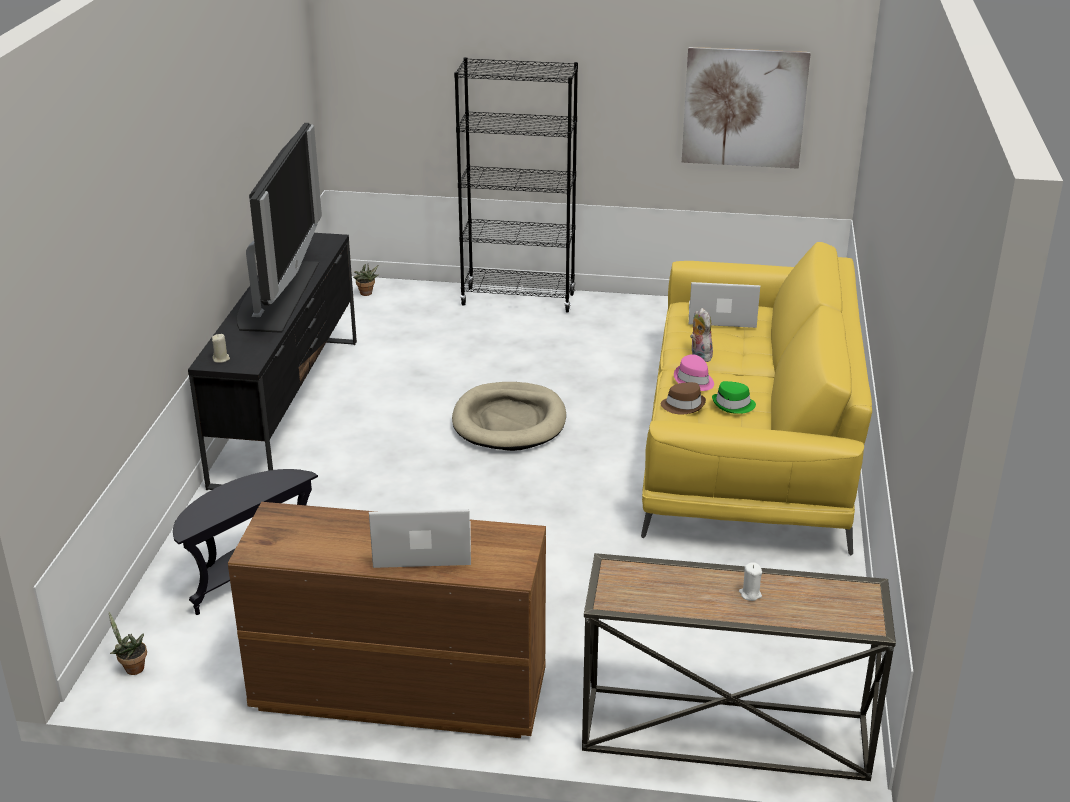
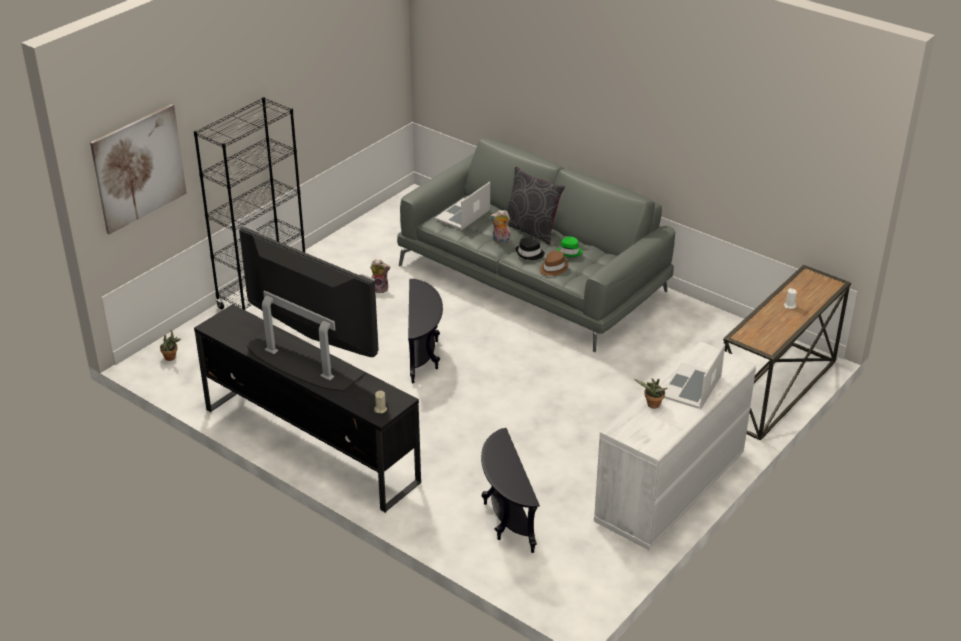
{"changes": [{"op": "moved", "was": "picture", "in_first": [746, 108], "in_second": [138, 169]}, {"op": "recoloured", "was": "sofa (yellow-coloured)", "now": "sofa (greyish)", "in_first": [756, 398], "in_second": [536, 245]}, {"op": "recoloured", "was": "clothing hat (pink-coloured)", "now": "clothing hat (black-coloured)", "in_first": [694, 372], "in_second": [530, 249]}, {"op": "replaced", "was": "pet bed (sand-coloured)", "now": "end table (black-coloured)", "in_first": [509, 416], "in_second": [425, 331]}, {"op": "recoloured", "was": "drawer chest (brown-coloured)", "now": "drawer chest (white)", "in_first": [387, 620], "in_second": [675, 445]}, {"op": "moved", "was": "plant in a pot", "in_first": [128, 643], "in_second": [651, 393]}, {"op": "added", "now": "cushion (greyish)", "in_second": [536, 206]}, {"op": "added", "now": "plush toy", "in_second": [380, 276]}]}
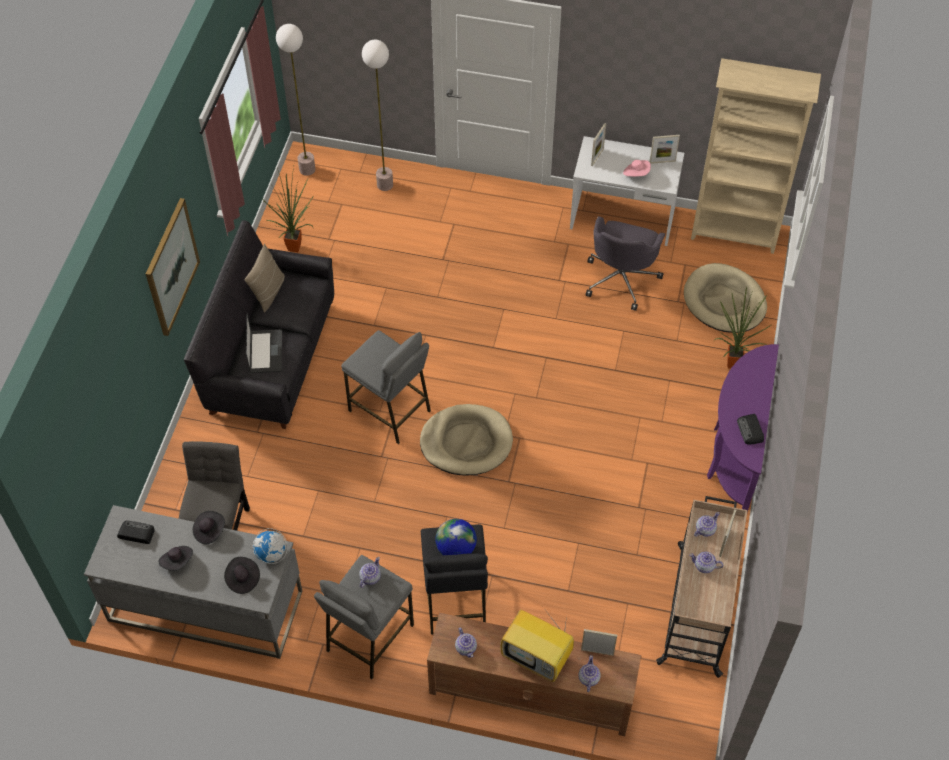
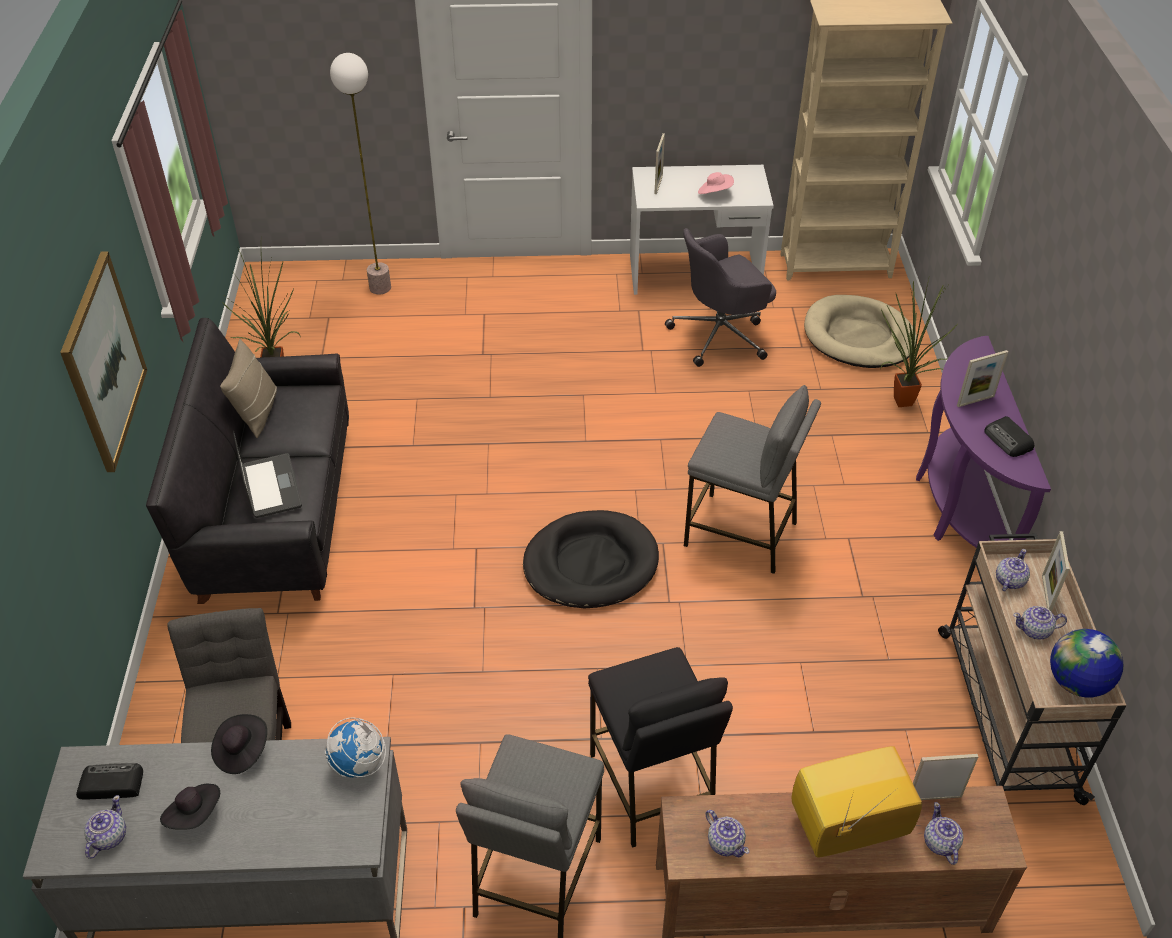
{"changes": [{"op": "removed", "was": "floor lamp", "in_first": [295, 100]}, {"op": "moved", "was": "standing frame", "in_first": [665, 149], "in_second": [982, 378]}, {"op": "turned", "was": "computer chair (greyish)", "in_first": [625, 263], "in_second": [720, 297], "clockwise": 60}, {"op": "moved", "was": "sitting stool (greyish)", "in_first": [386, 387], "in_second": [752, 479]}, {"op": "recoloured", "was": "pet bed (sand-coloured)", "now": "pet bed (black-coloured)", "in_first": [466, 439], "in_second": [591, 559]}, {"op": "moved", "was": "world globe", "in_first": [456, 537], "in_second": [1086, 663]}, {"op": "removed", "was": "clothing hat (black-coloured)", "in_first": [242, 575]}, {"op": "moved", "was": "pot for tea", "in_first": [370, 572], "in_second": [105, 827]}, {"op": "turned", "was": "television", "in_first": [537, 644], "in_second": [857, 802], "clockwise": 150}]}
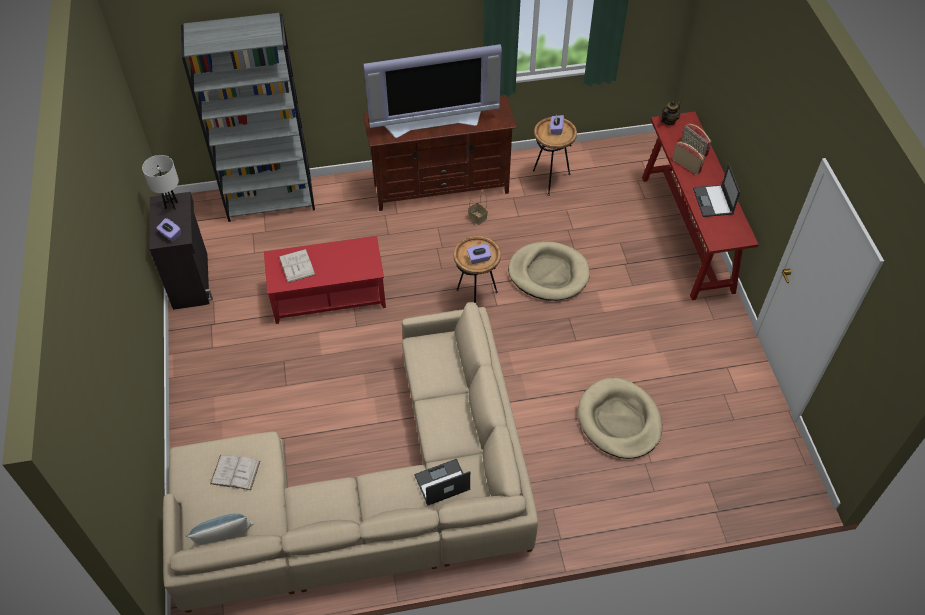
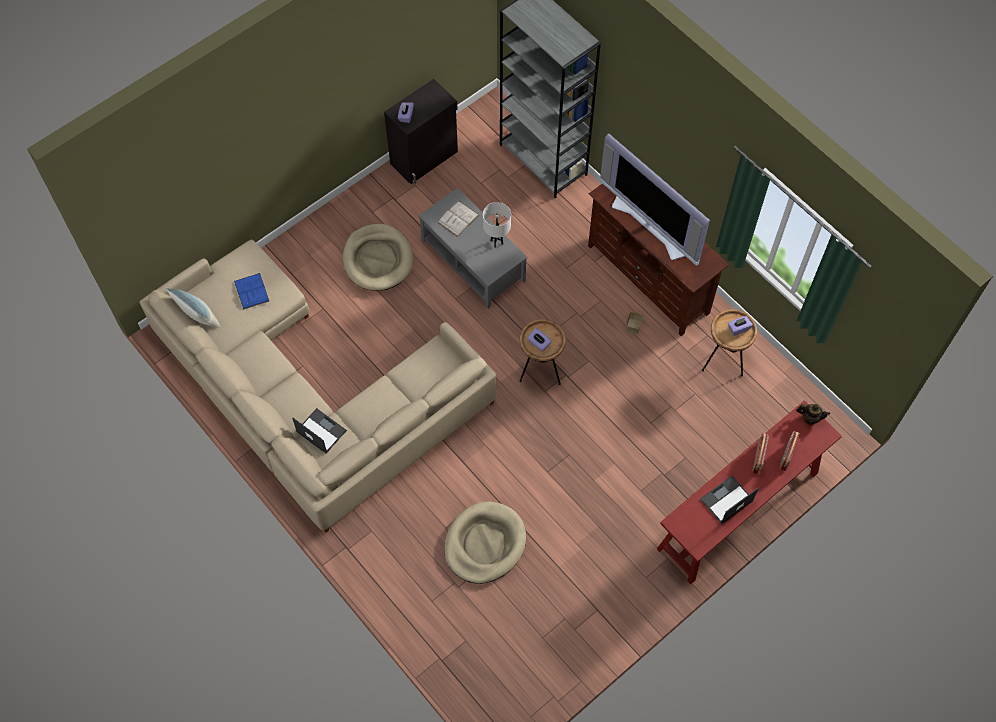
{"changes": [{"op": "moved", "was": "table lamp (white)", "in_first": [160, 182], "in_second": [497, 225]}, {"op": "recoloured", "was": "coffee table (red)", "now": "coffee table (greyish)", "in_first": [325, 280], "in_second": [472, 248]}, {"op": "moved", "was": "pet bed (sand-coloured)", "in_first": [549, 271], "in_second": [378, 257]}, {"op": "recoloured", "was": "bound book (white)", "now": "bound book (blue)", "in_first": [235, 472], "in_second": [251, 291]}]}
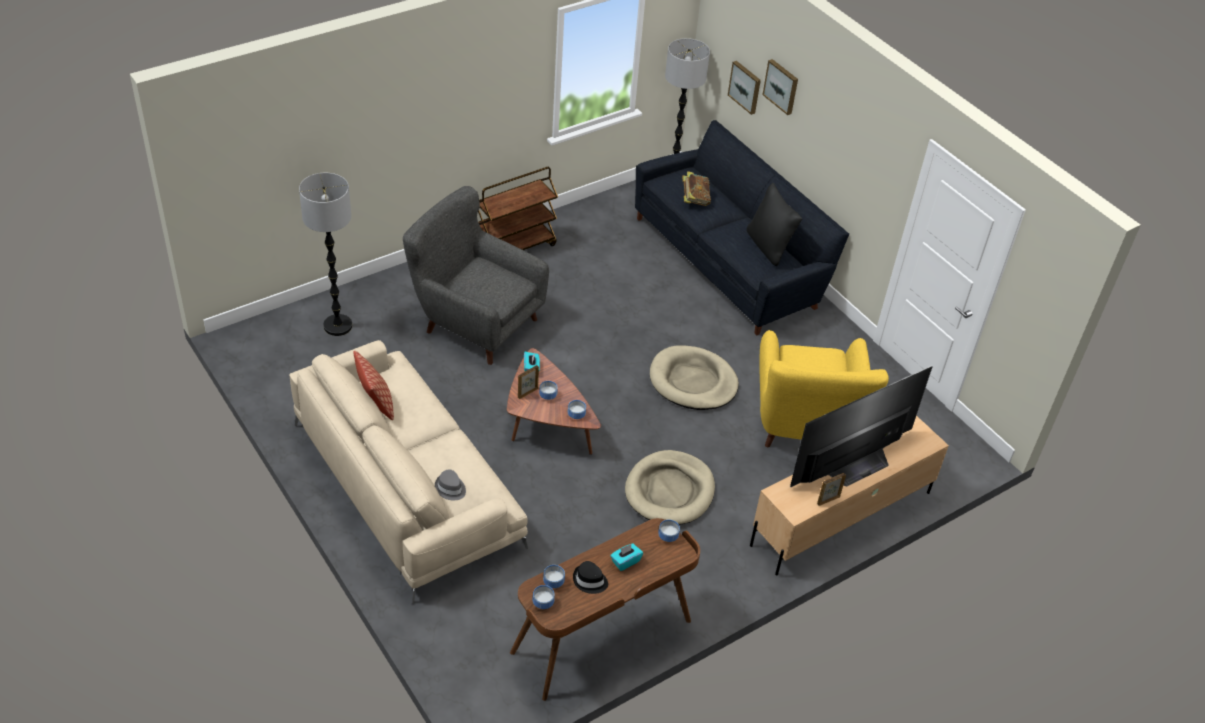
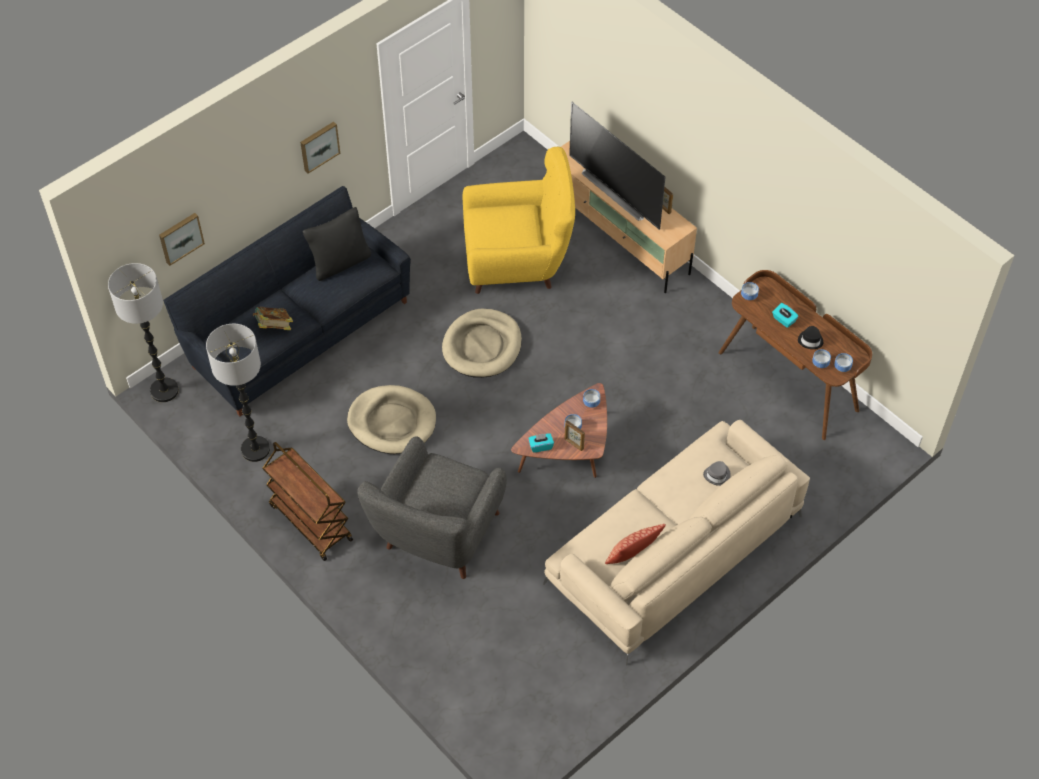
{"changes": [{"op": "moved", "was": "picture", "in_first": [780, 87], "in_second": [320, 148]}, {"op": "moved", "was": "floor lamp", "in_first": [325, 254], "in_second": [238, 393]}, {"op": "moved", "was": "pet bed (sand-coloured)", "in_first": [670, 487], "in_second": [391, 419]}]}
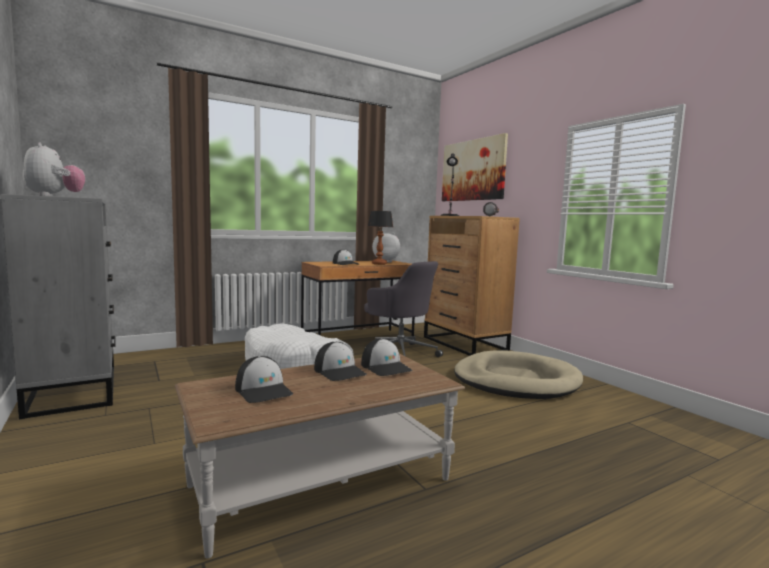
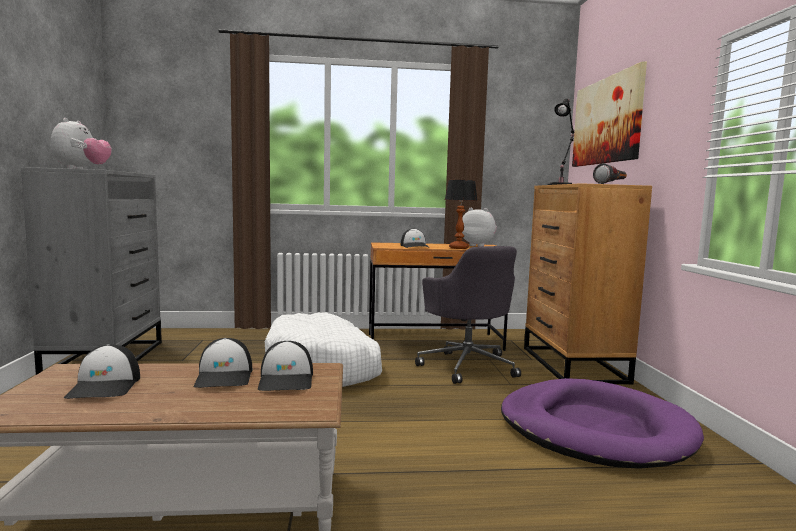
{"changes": [{"op": "recoloured", "was": "pet bed (sand-coloured)", "now": "pet bed (purple)", "in_first": [518, 374], "in_second": [602, 423]}]}
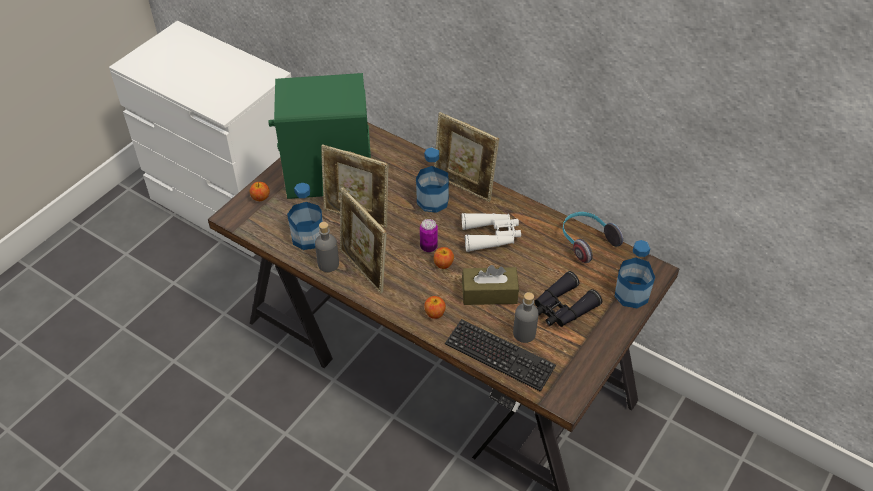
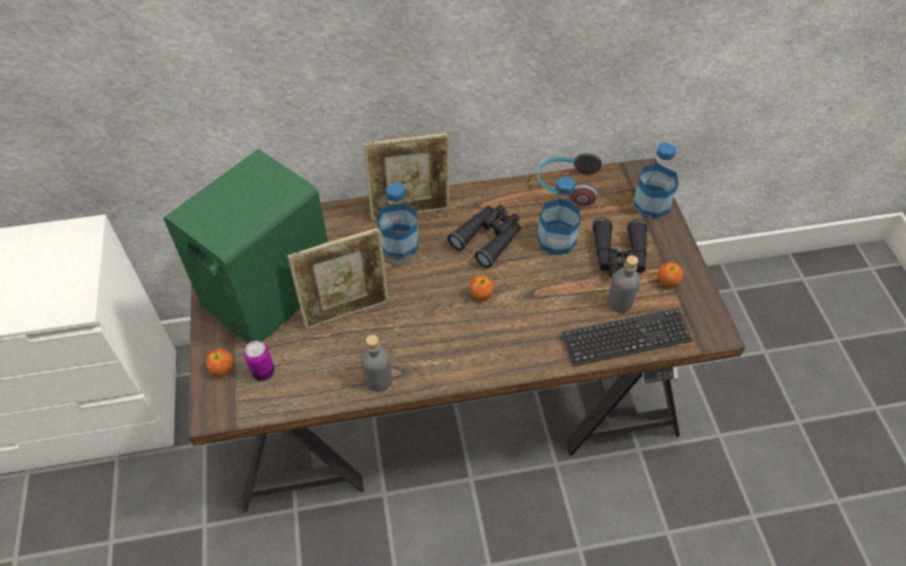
{"changes": [{"op": "moved", "was": "bottle", "in_first": [305, 216], "in_second": [559, 216]}, {"op": "removed", "was": "standing frame", "in_first": [363, 240]}, {"op": "recoloured", "was": "pair of binoculars (white)", "now": "pair of binoculars (black-coloured)", "in_first": [491, 232], "in_second": [484, 236]}, {"op": "moved", "was": "metal can", "in_first": [429, 235], "in_second": [259, 361]}, {"op": "removed", "was": "tissue box (brown-coloured)", "in_first": [490, 285]}, {"op": "moved", "was": "whole apple", "in_first": [435, 307], "in_second": [670, 275]}]}
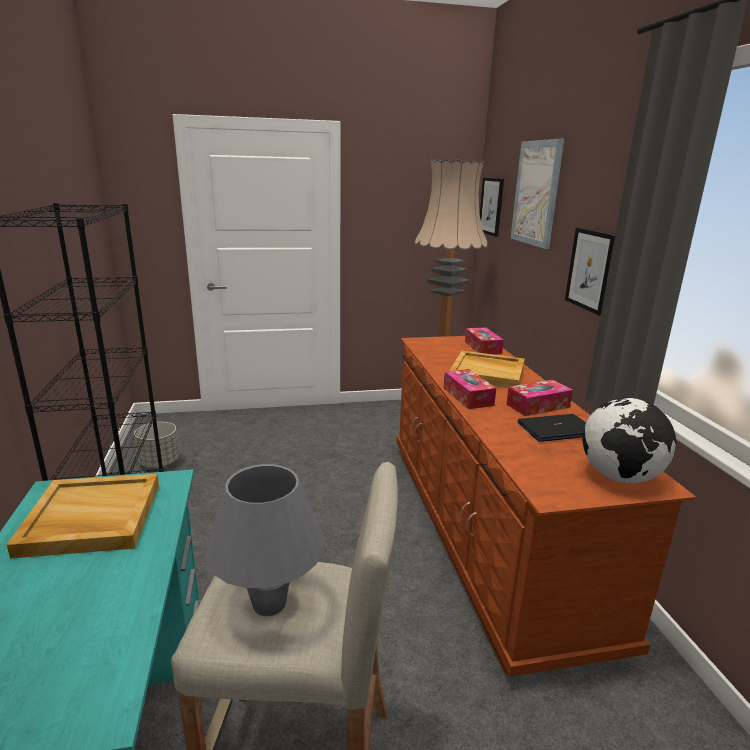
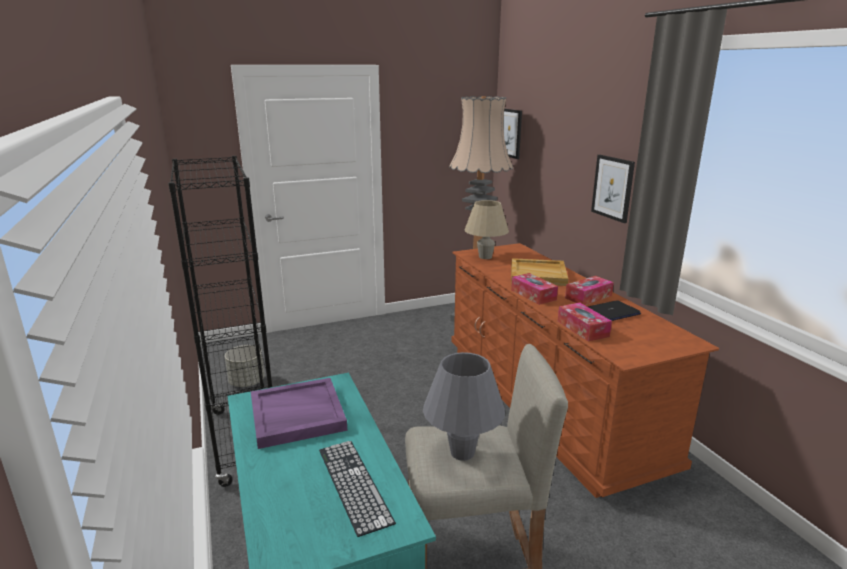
{"changes": [{"op": "removed", "was": "picture", "in_first": [537, 194]}, {"op": "moved", "was": "tissue box", "in_first": [484, 341], "in_second": [585, 322]}, {"op": "removed", "was": "world globe", "in_first": [629, 440]}, {"op": "recoloured", "was": "tray (sand-coloured)", "now": "tray (purple)", "in_first": [83, 516], "in_second": [299, 413]}, {"op": "added", "now": "table lamp (sand-coloured)", "in_second": [487, 229]}, {"op": "added", "now": "computer keyboard", "in_second": [357, 489]}]}
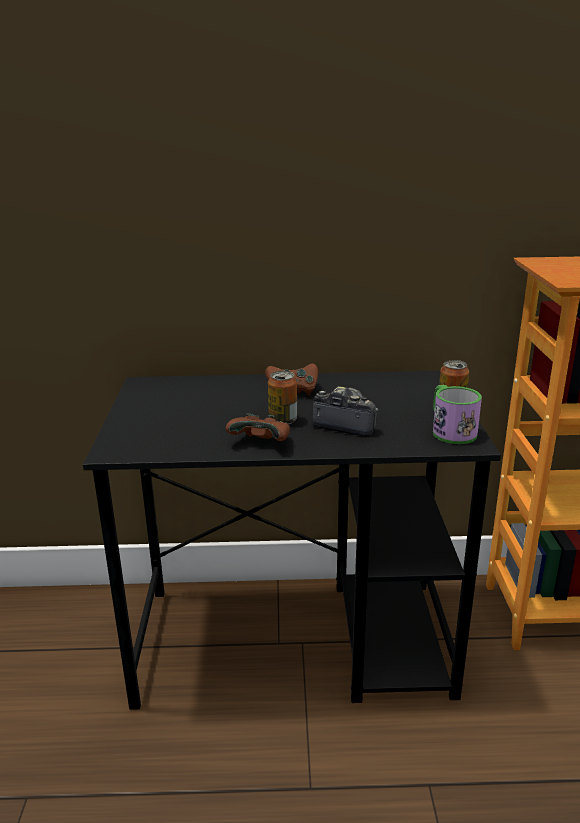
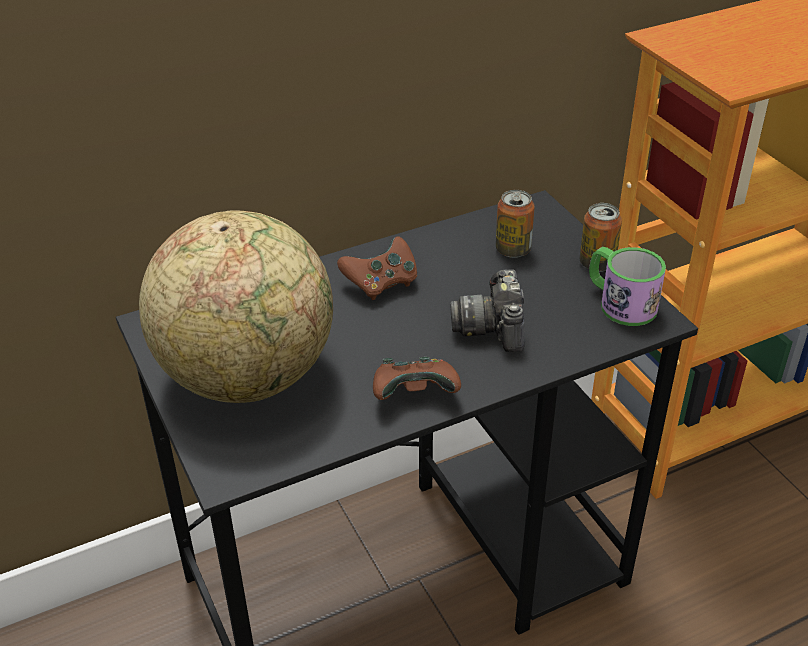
{"changes": [{"op": "moved", "was": "metal can", "in_first": [282, 398], "in_second": [515, 224]}, {"op": "turned", "was": "still camera", "in_first": [345, 411], "in_second": [487, 310], "clockwise": -90}, {"op": "added", "now": "world globe", "in_second": [236, 306]}]}
